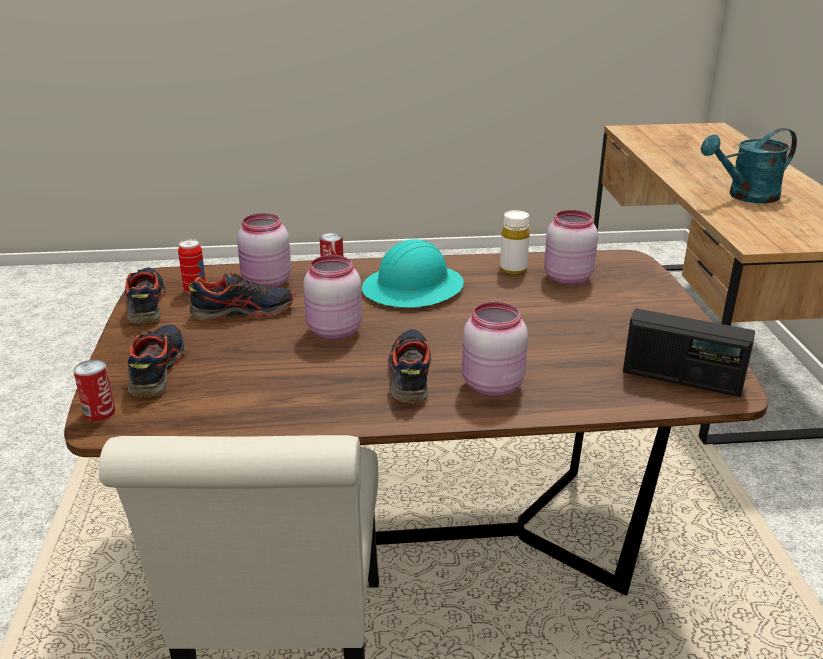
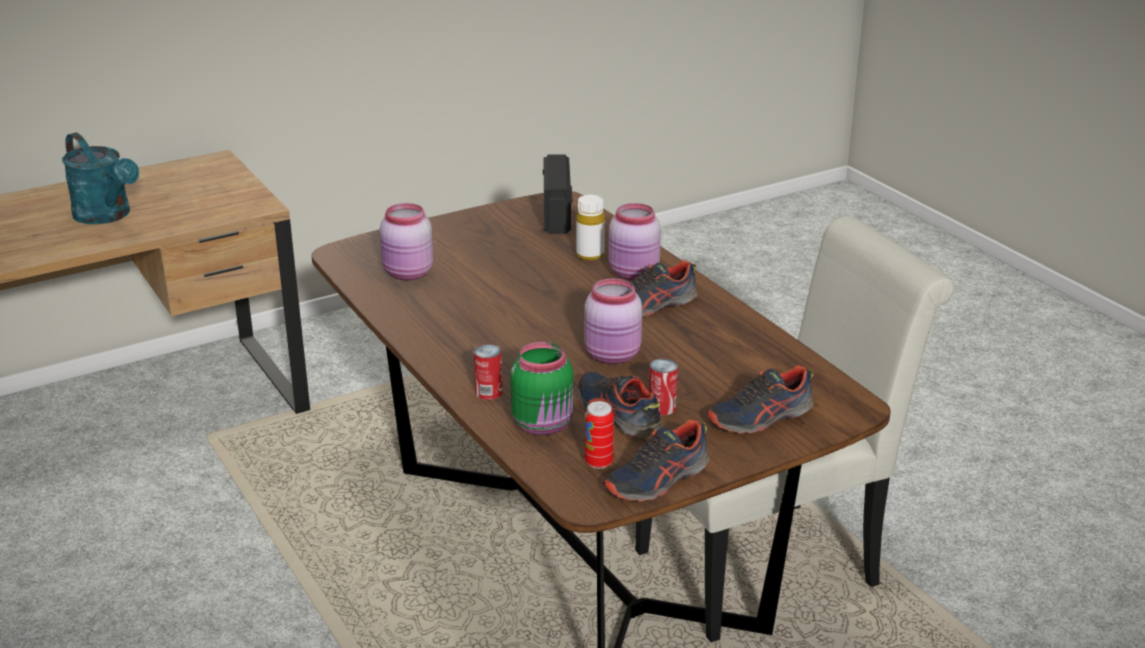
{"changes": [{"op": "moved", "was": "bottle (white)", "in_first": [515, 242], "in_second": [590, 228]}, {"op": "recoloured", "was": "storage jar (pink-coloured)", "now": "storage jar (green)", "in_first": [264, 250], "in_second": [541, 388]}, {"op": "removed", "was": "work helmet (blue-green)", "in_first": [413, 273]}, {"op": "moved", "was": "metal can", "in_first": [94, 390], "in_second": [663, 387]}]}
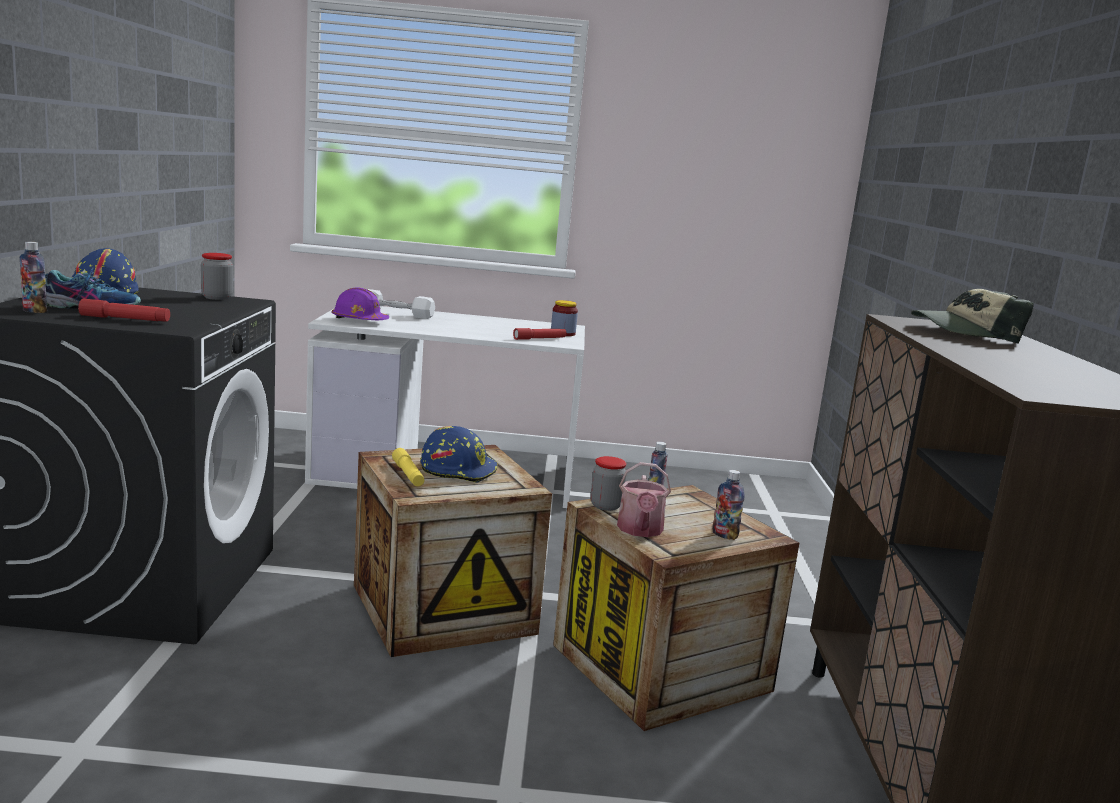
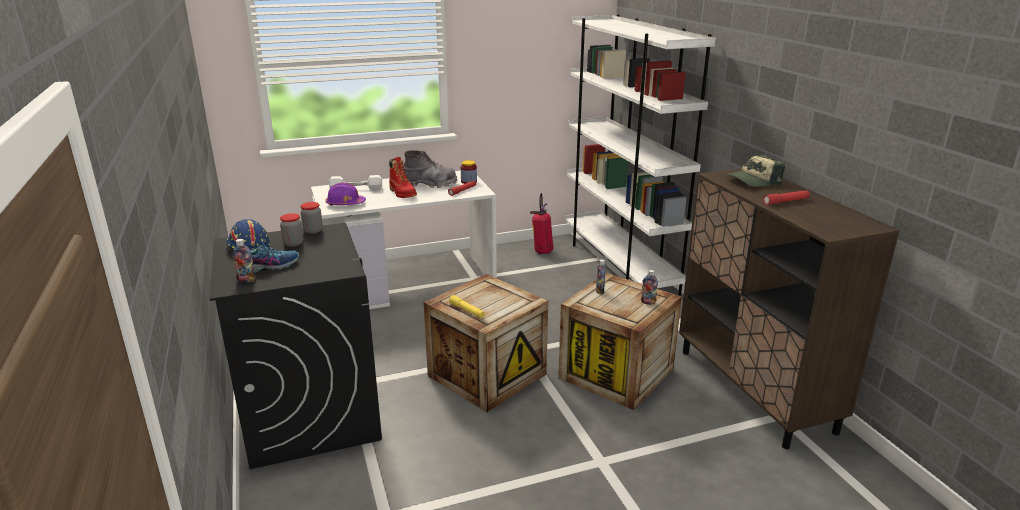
{"changes": [{"op": "moved", "was": "hand torch (red)", "in_first": [124, 310], "in_second": [786, 198]}, {"op": "removed", "was": "work helmet (blue)", "in_first": [459, 454]}, {"op": "moved", "was": "storage jar", "in_first": [609, 483], "in_second": [291, 230]}, {"op": "removed", "was": "watering pot", "in_first": [644, 499]}, {"op": "added", "now": "bookshelf (white)", "in_second": [640, 155]}, {"op": "added", "now": "boot (greyish)", "in_second": [430, 169]}, {"op": "added", "now": "boot (red)", "in_second": [403, 177]}, {"op": "added", "now": "fire extinguisher", "in_second": [542, 223]}]}
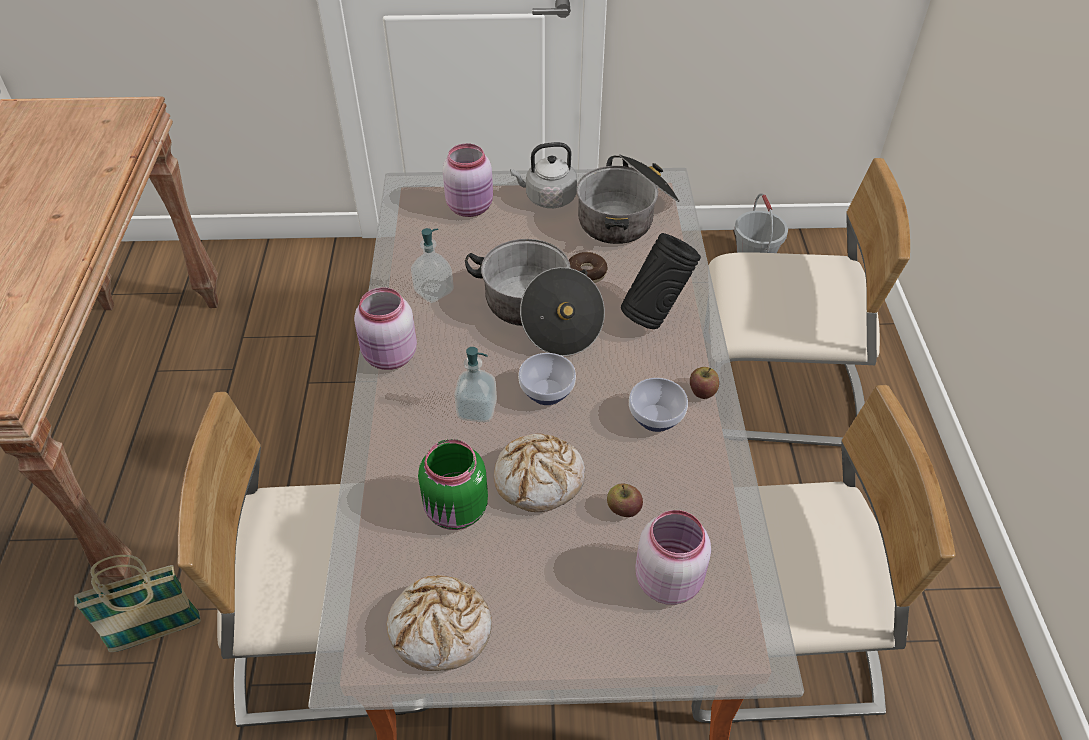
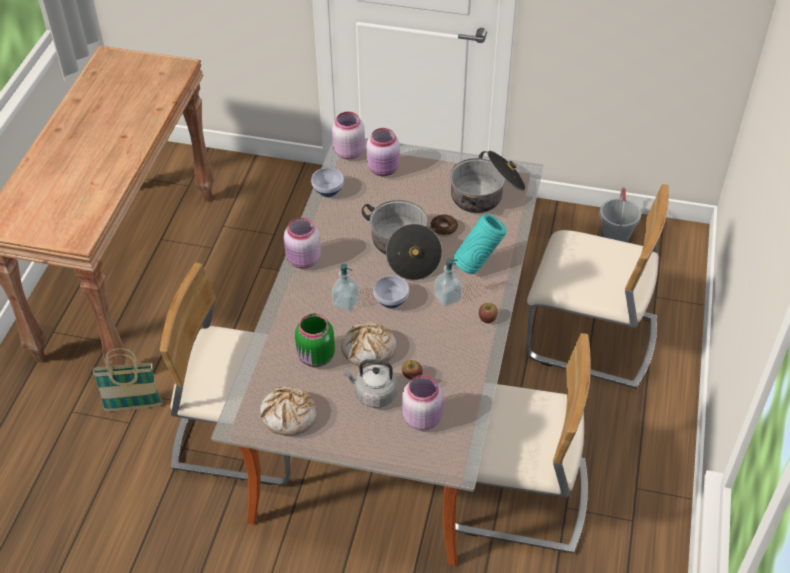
{"changes": [{"op": "moved", "was": "tea kettle (greyish)", "in_first": [543, 175], "in_second": [370, 383]}, {"op": "moved", "was": "liquid soap bottle", "in_first": [432, 265], "in_second": [448, 282]}, {"op": "recoloured", "was": "vase (black-coloured)", "now": "vase (blue-green)", "in_first": [661, 281], "in_second": [479, 244]}, {"op": "moved", "was": "serving bowl", "in_first": [658, 405], "in_second": [327, 182]}, {"op": "added", "now": "storage jar (pink-coloured)", "in_second": [348, 135]}]}
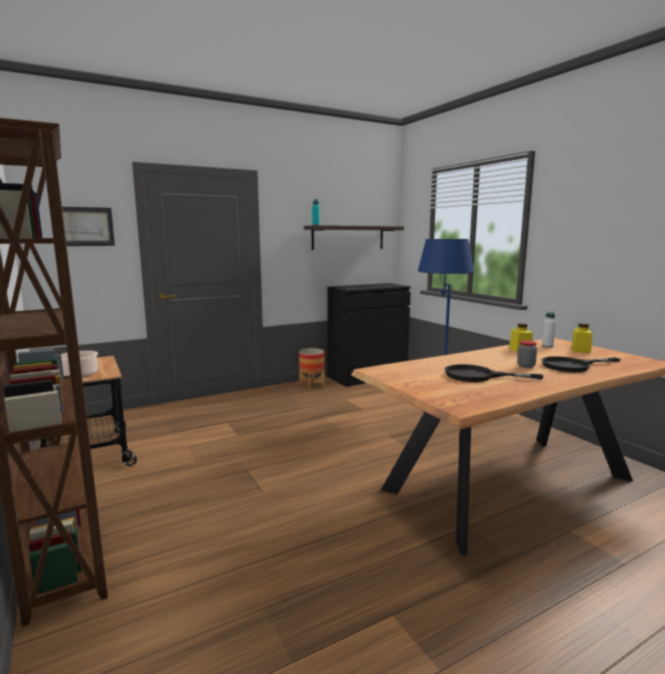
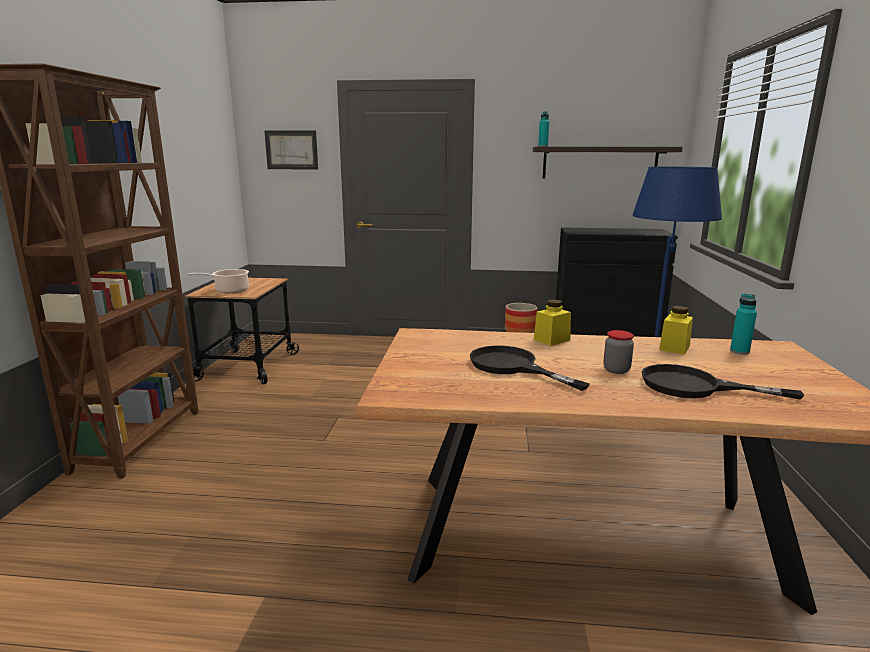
{"changes": [{"op": "recoloured", "was": "bottle (white)", "now": "bottle (blue-green)", "in_first": [549, 329], "in_second": [743, 323]}, {"op": "moved", "was": "storage jar (yellow-coloured)", "in_first": [582, 338], "in_second": [552, 322]}]}
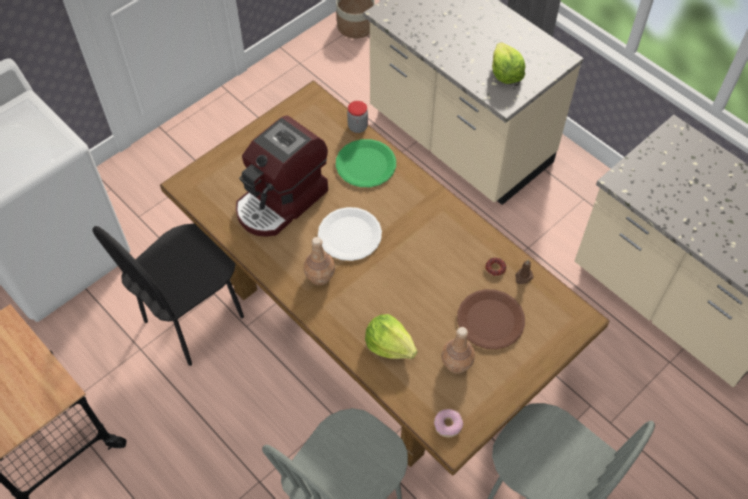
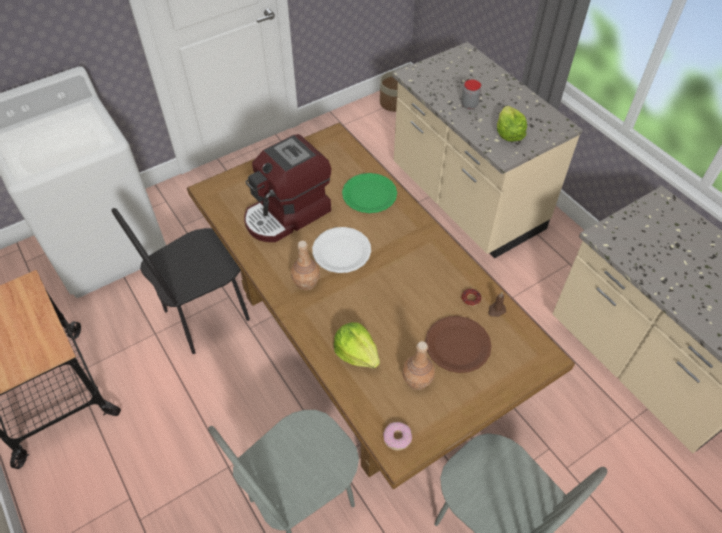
{"changes": [{"op": "moved", "was": "storage jar", "in_first": [357, 117], "in_second": [471, 94]}]}
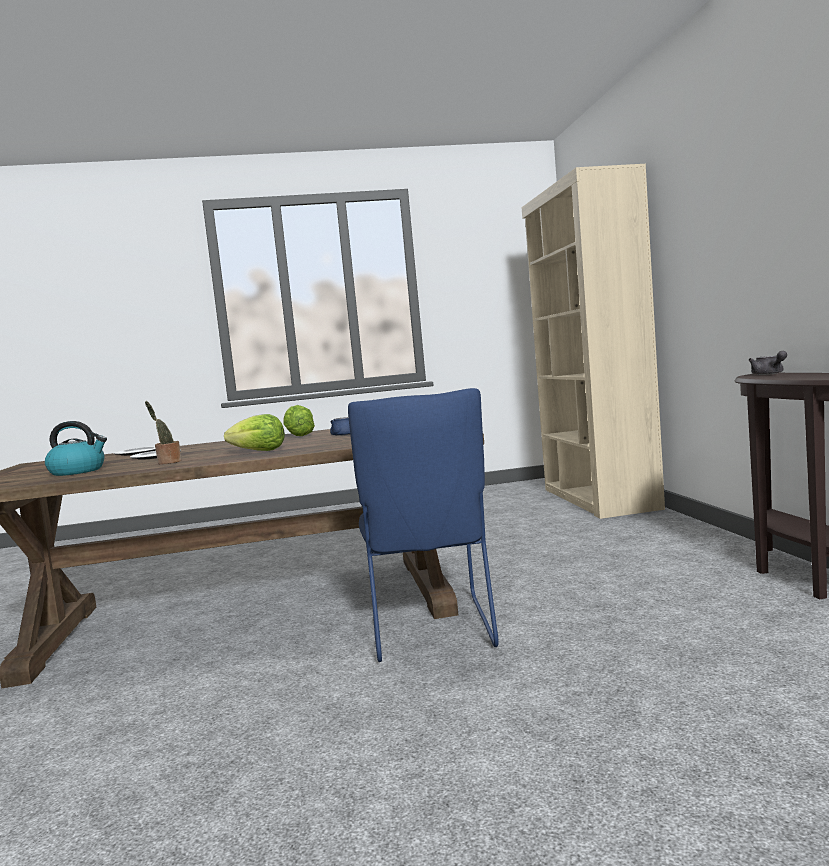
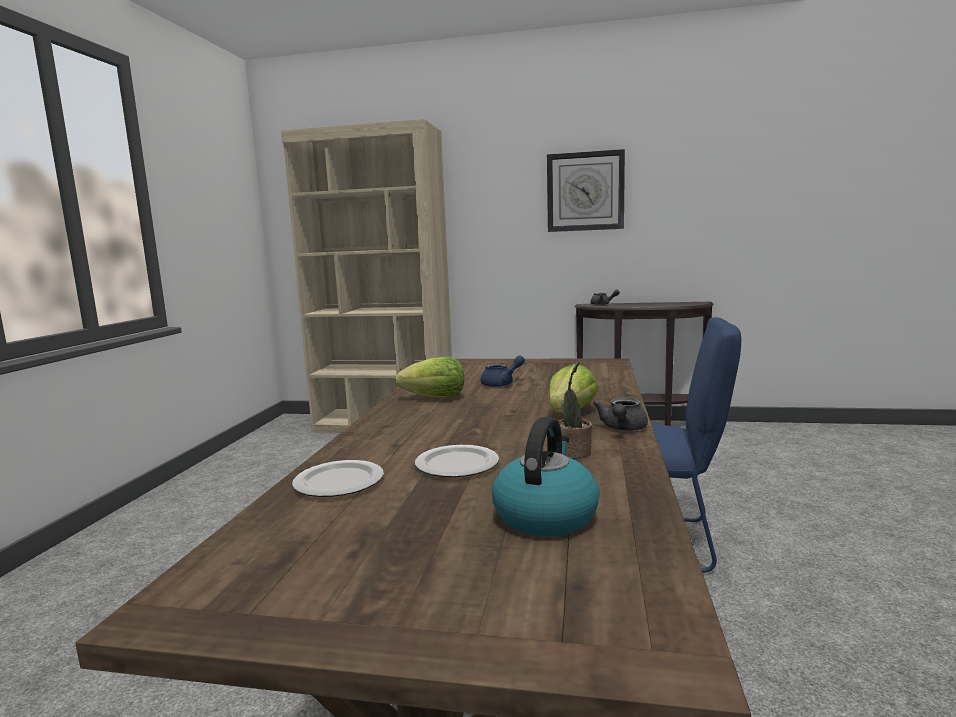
{"changes": [{"op": "added", "now": "wall clock", "in_second": [586, 190]}, {"op": "added", "now": "pot for tea (greyish)", "in_second": [620, 414]}]}
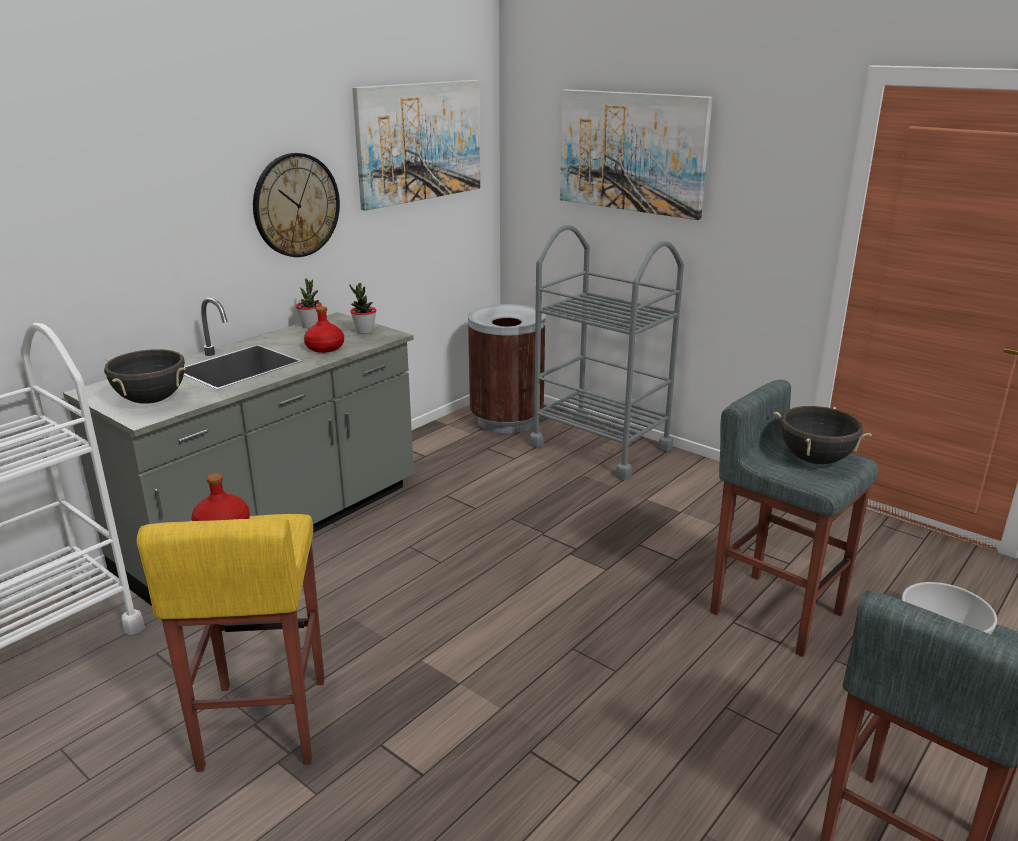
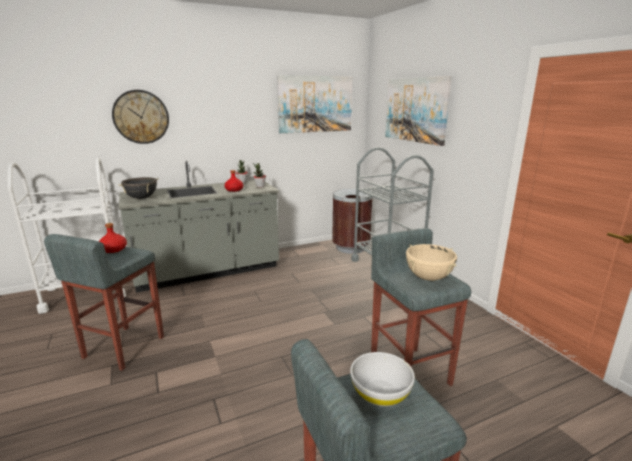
{"changes": [{"op": "moved", "was": "wall clock", "in_first": [296, 205], "in_second": [140, 117]}, {"op": "recoloured", "was": "stockpot (black-coloured)", "now": "stockpot (sand-coloured)", "in_first": [823, 435], "in_second": [431, 262]}, {"op": "recoloured", "was": "sitting stool (yellow-coloured)", "now": "sitting stool (greyish)", "in_first": [230, 643], "in_second": [104, 302]}]}
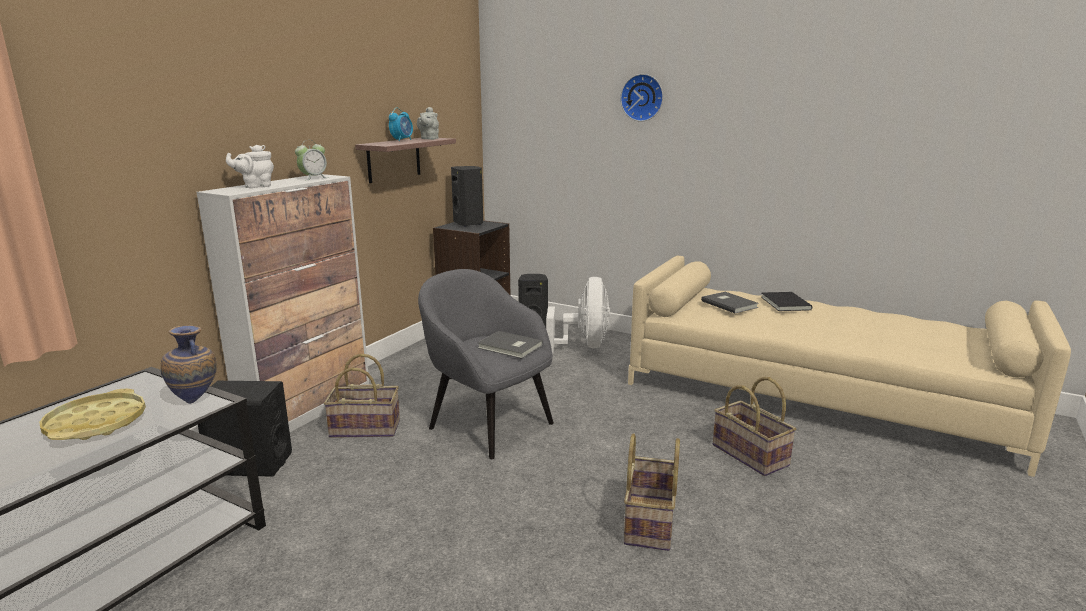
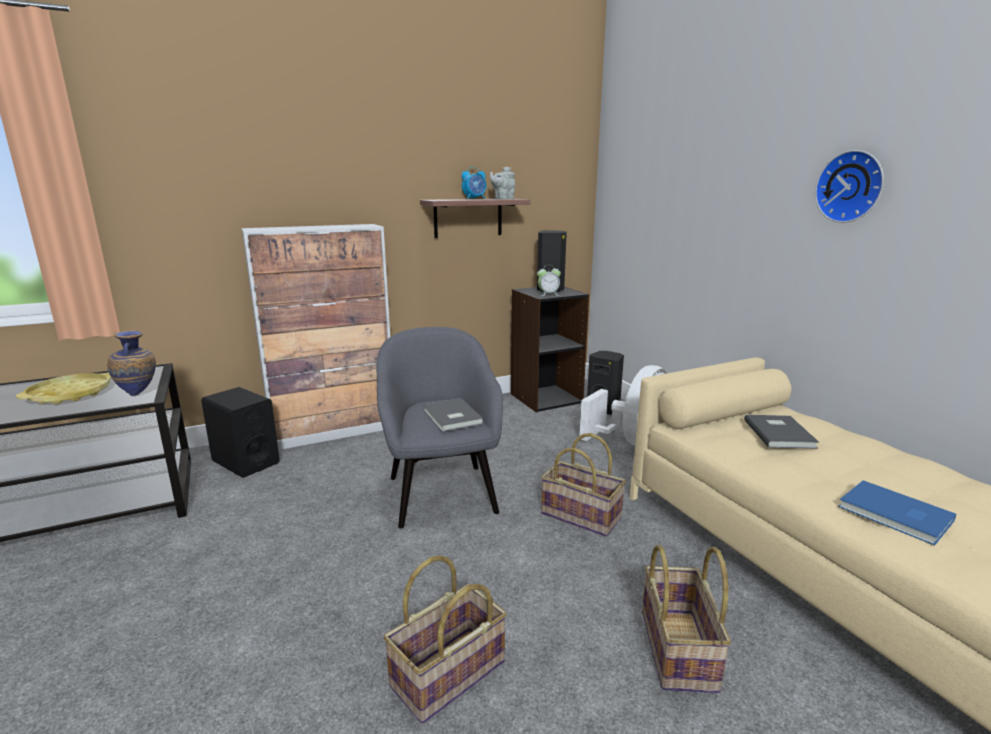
{"changes": [{"op": "moved", "was": "wall clock", "in_first": [641, 98], "in_second": [849, 186]}, {"op": "moved", "was": "table clock", "in_first": [311, 160], "in_second": [549, 282]}, {"op": "removed", "was": "pot for tea (white)", "in_first": [250, 166]}, {"op": "removed", "was": "bound book (black-coloured)", "in_first": [786, 301]}, {"op": "moved", "was": "basket", "in_first": [362, 396], "in_second": [583, 485]}, {"op": "added", "now": "bound book (blue)", "in_second": [897, 513]}]}
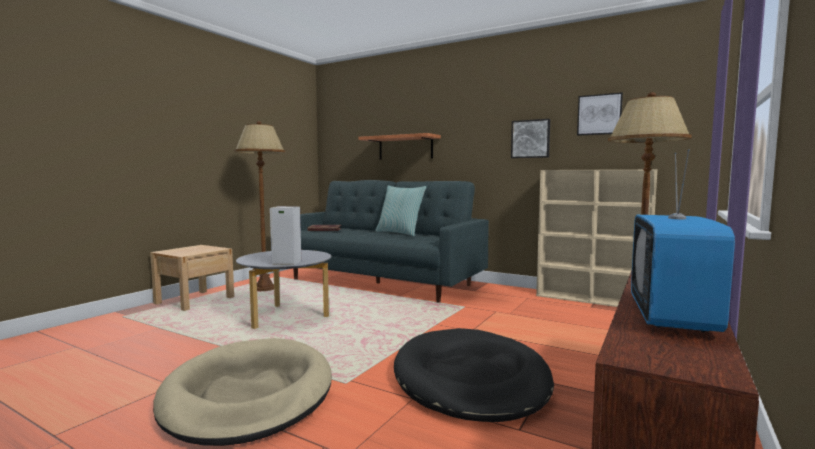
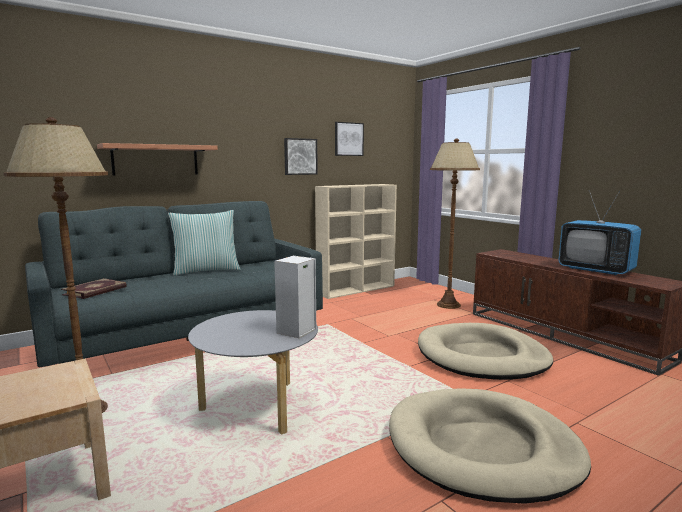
{"changes": [{"op": "recoloured", "was": "pet bed (black-coloured)", "now": "pet bed (sand-coloured)", "in_first": [474, 375], "in_second": [485, 351]}]}
